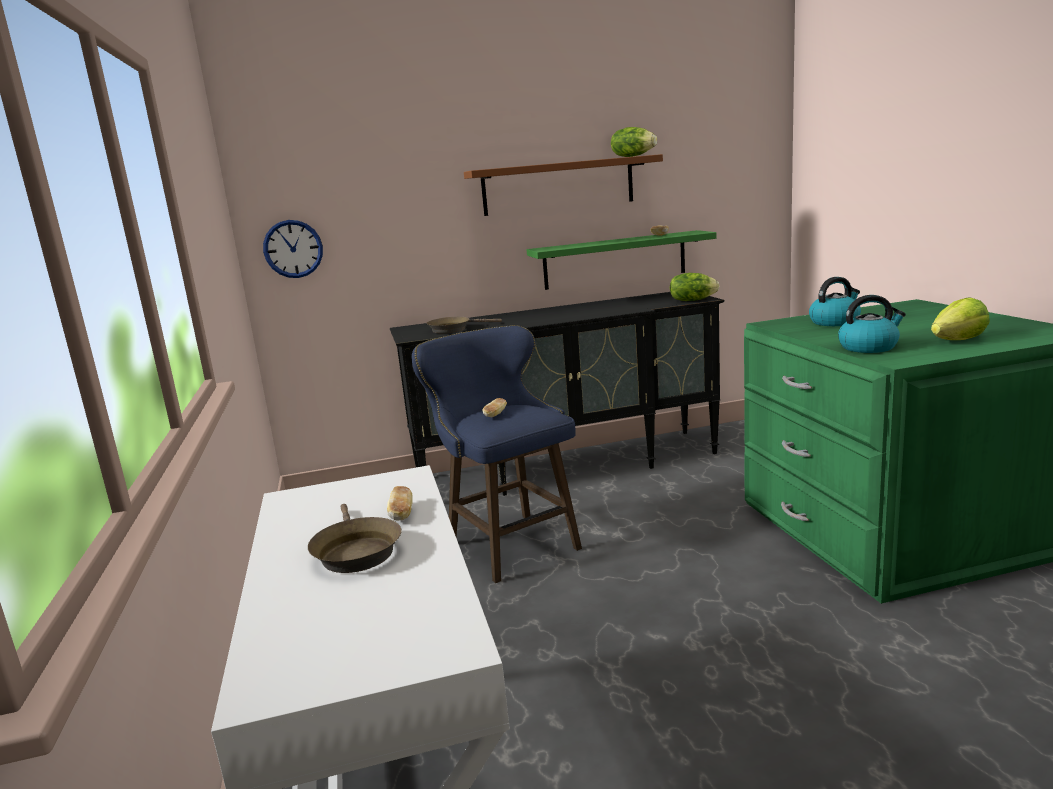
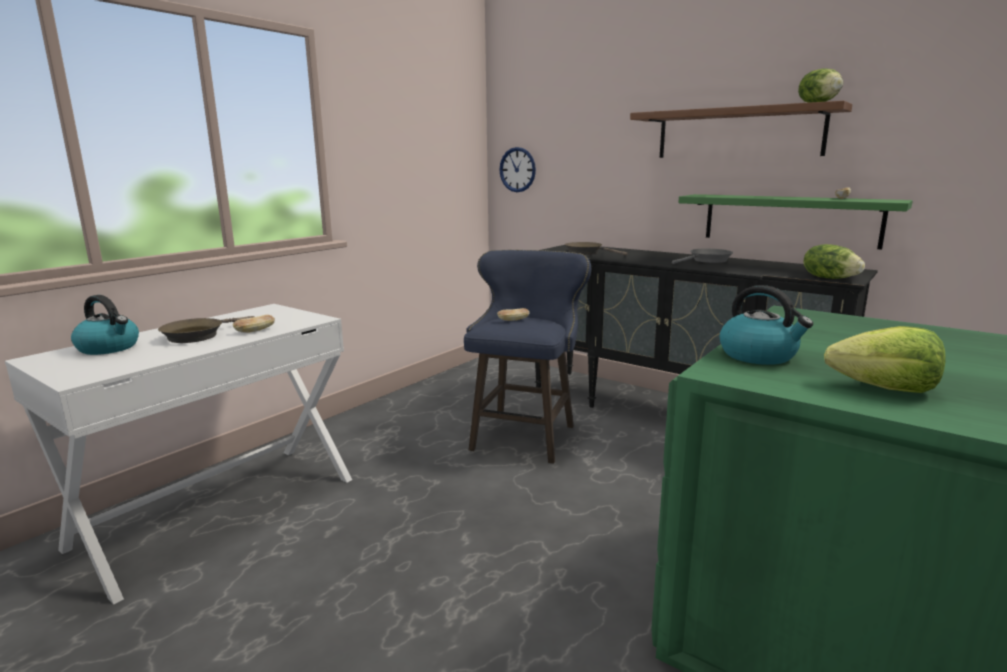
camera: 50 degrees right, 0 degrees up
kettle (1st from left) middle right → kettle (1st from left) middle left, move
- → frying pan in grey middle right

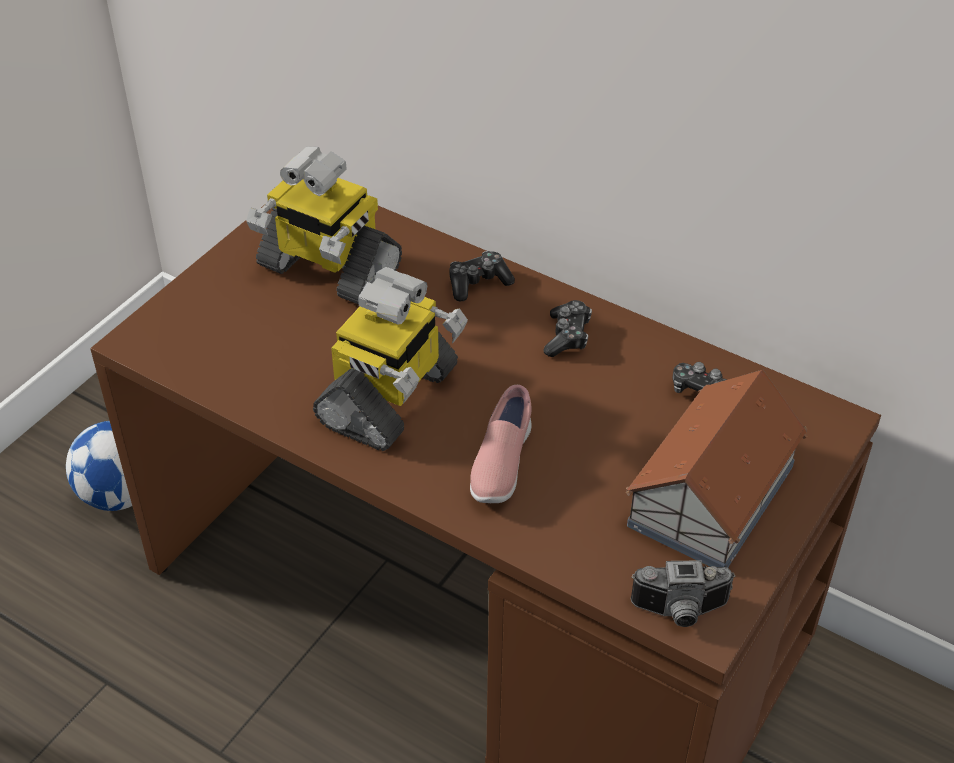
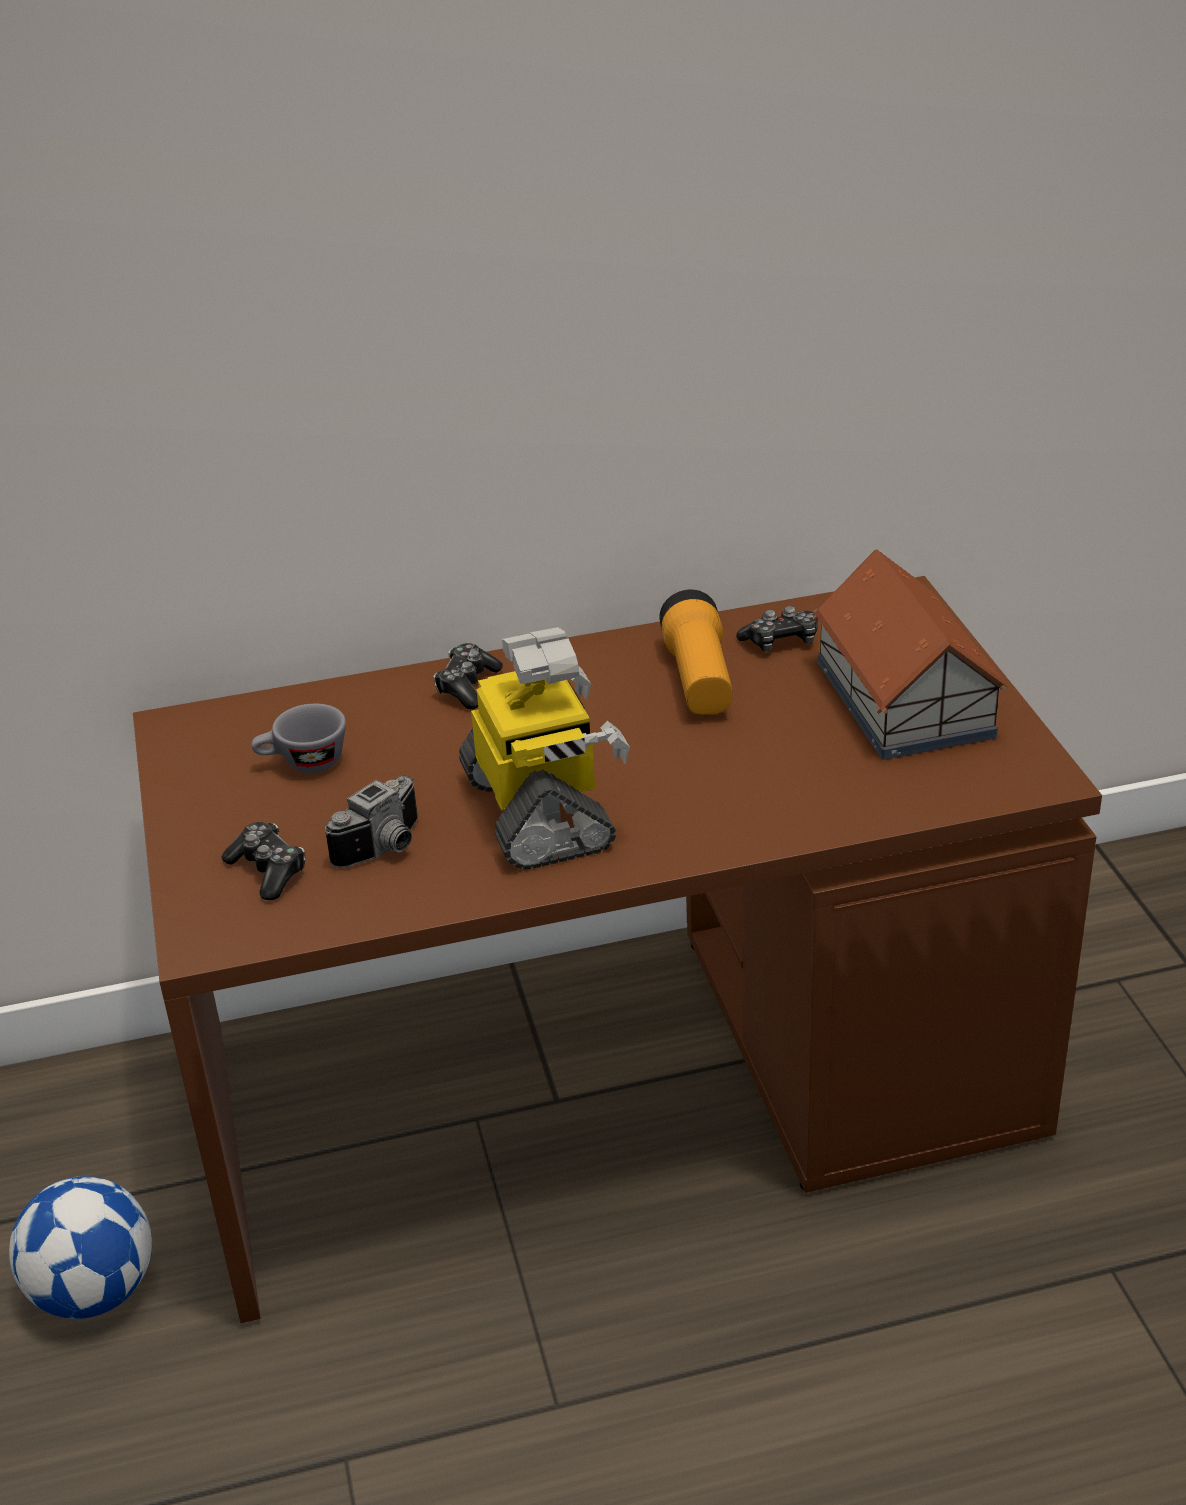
camera: 45 degrees left, 10 degrees down
game controller (2nd from left in the first image) centre → game controller (1st from left) middle left, move
toy robot (1st from left) top centre → cup in grey middle left
photo camera bottom right → photo camera middle left, move
- → flashlight centre
shoe in pink centre → -

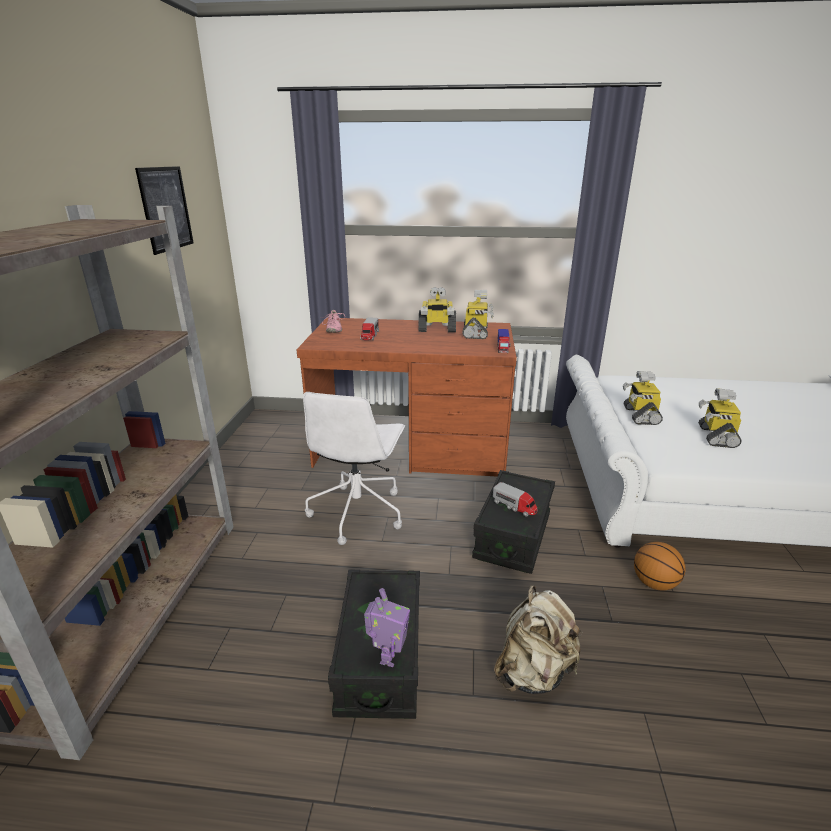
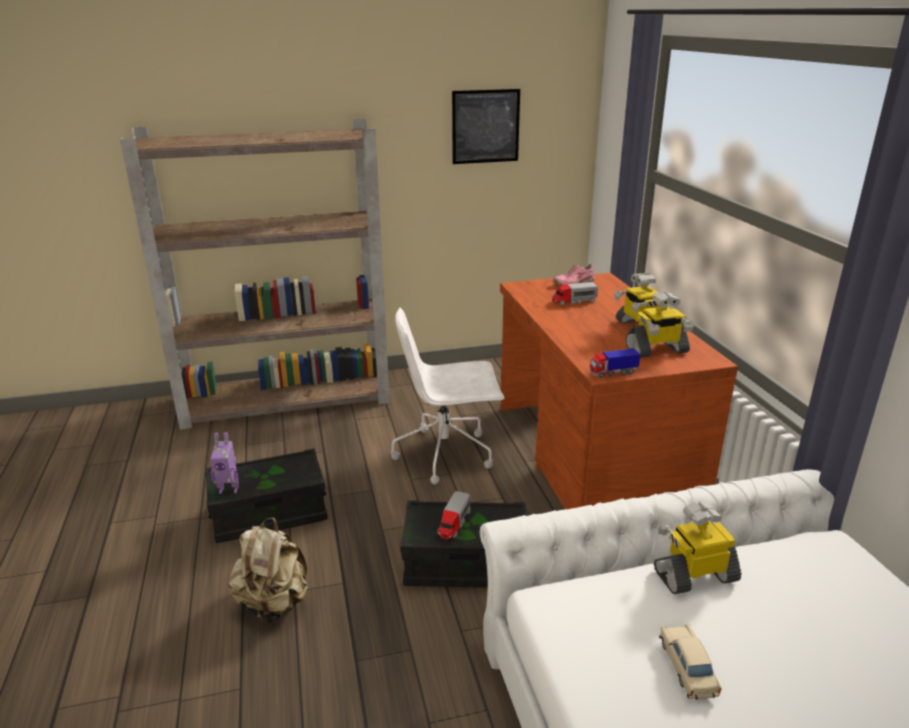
camera: 70 degrees right, 0 degrees up
toy robot (5th from left) middle right → toy car in beige bottom right
basketball bottom right → -

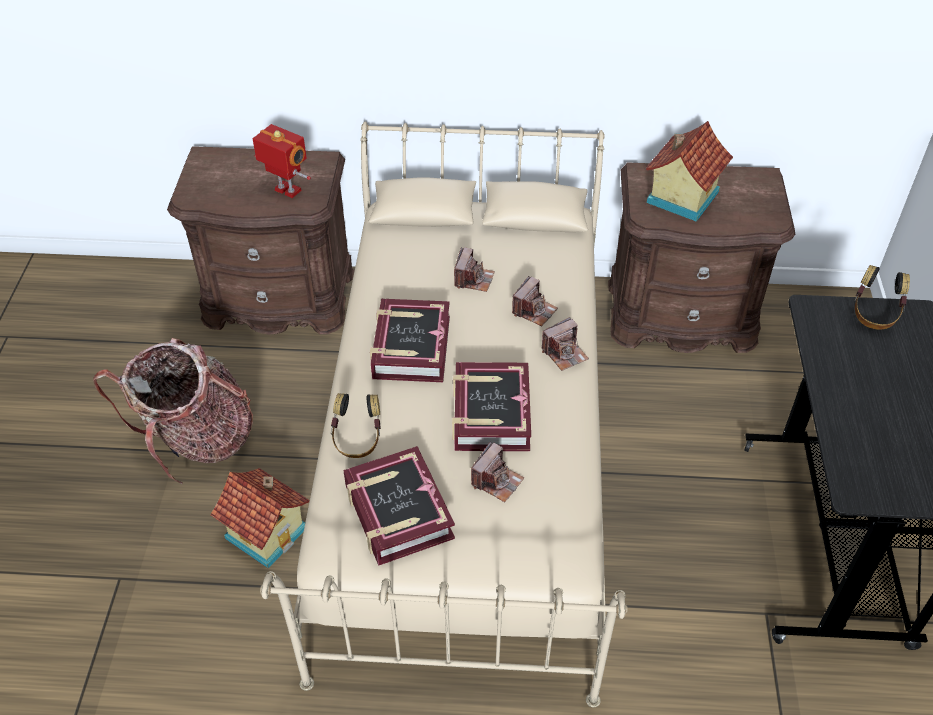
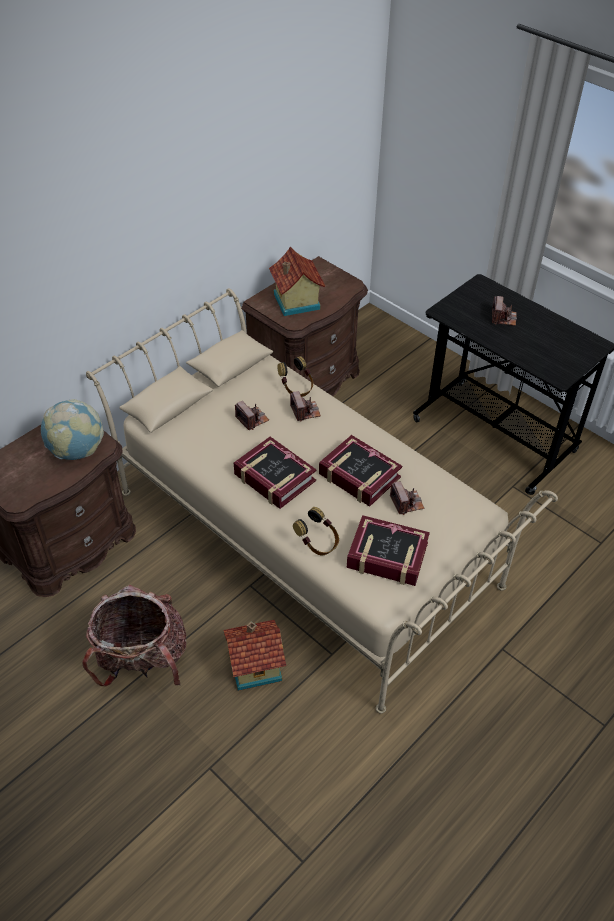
camera: 50 degrees left, 0 degrees up
toy robot top left → globe middle left
headphones (2nd from left in the first image) middle right → headphones (1st from left) centre, move
photo camera (4th from left) centre → photo camera (4th from left) middle right, move

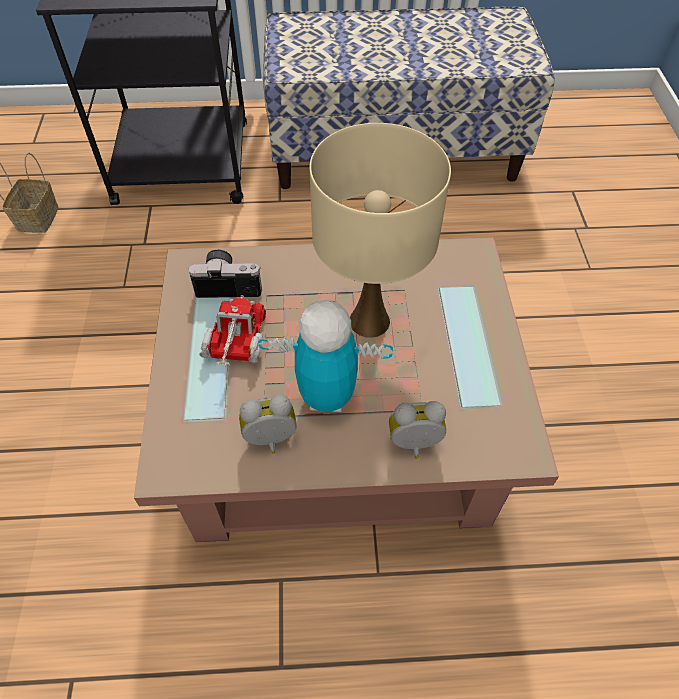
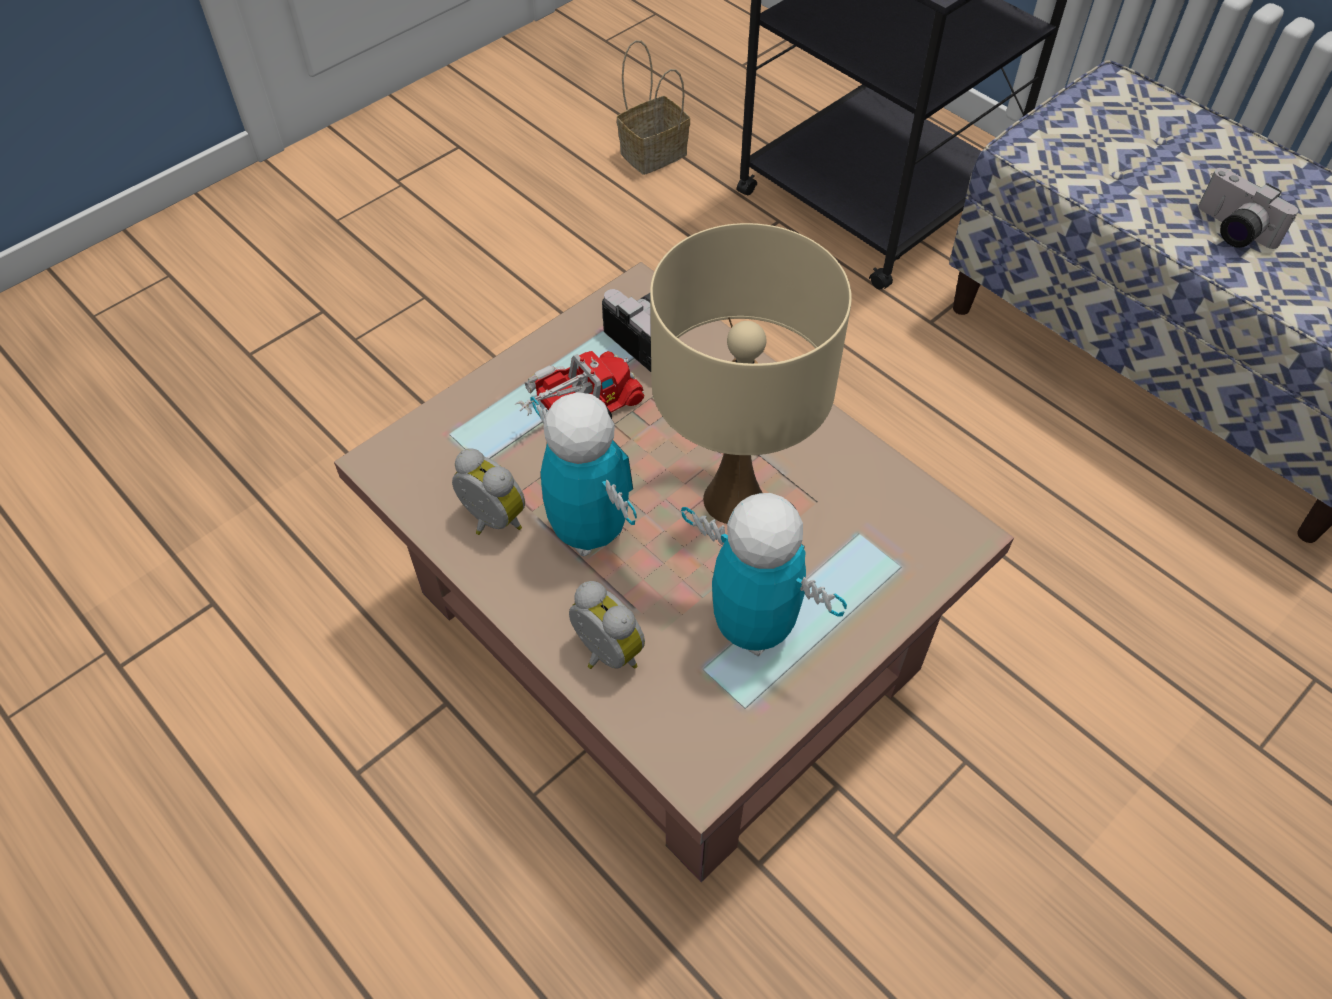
camera: 50 degrees right, 0 degrees up
- → toy robot (2nd from left) centre
- → photo camera (2nd from left) top right

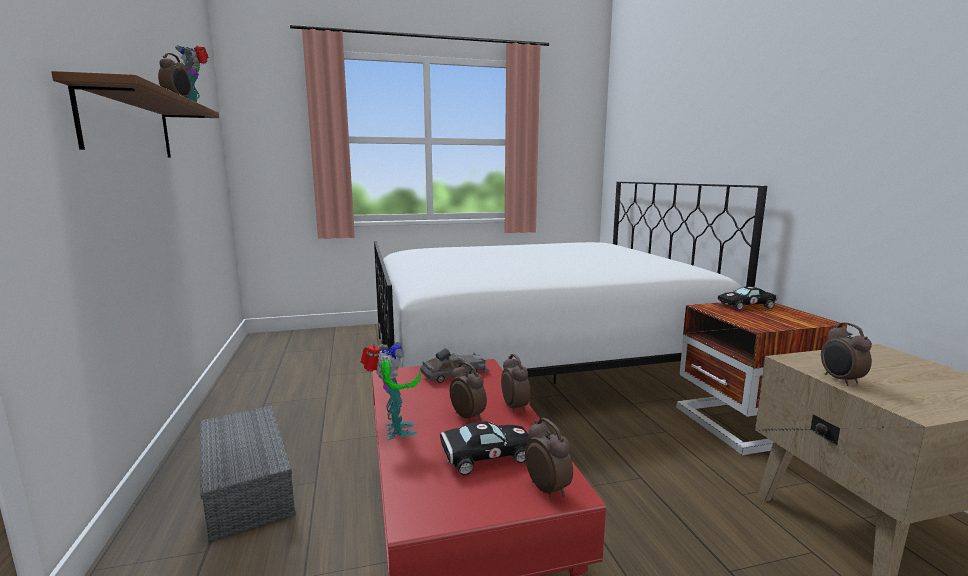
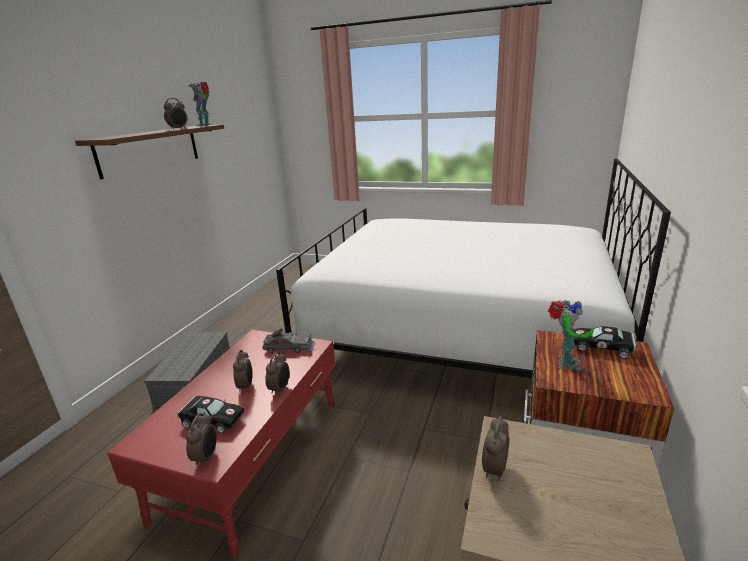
camera: 35 degrees right, 10 degrees up
toy robot (2nd from left) bottom centre → toy robot (2nd from left) middle right, move

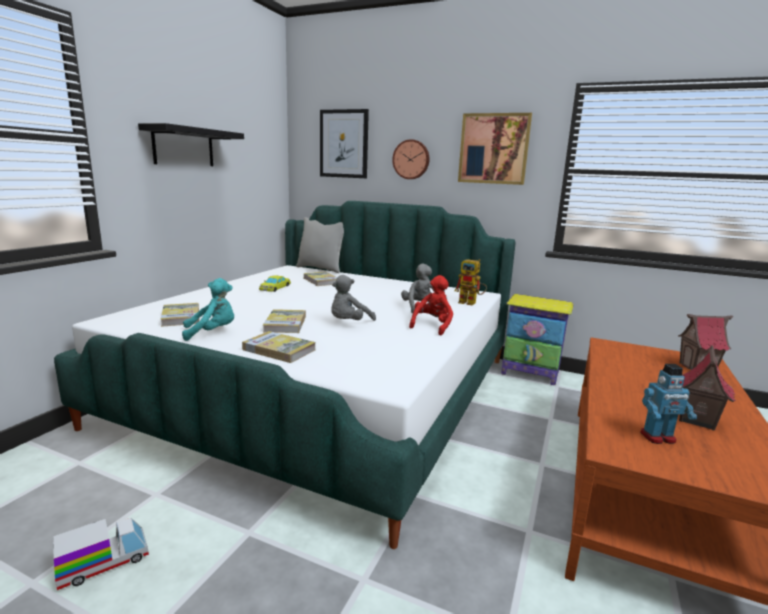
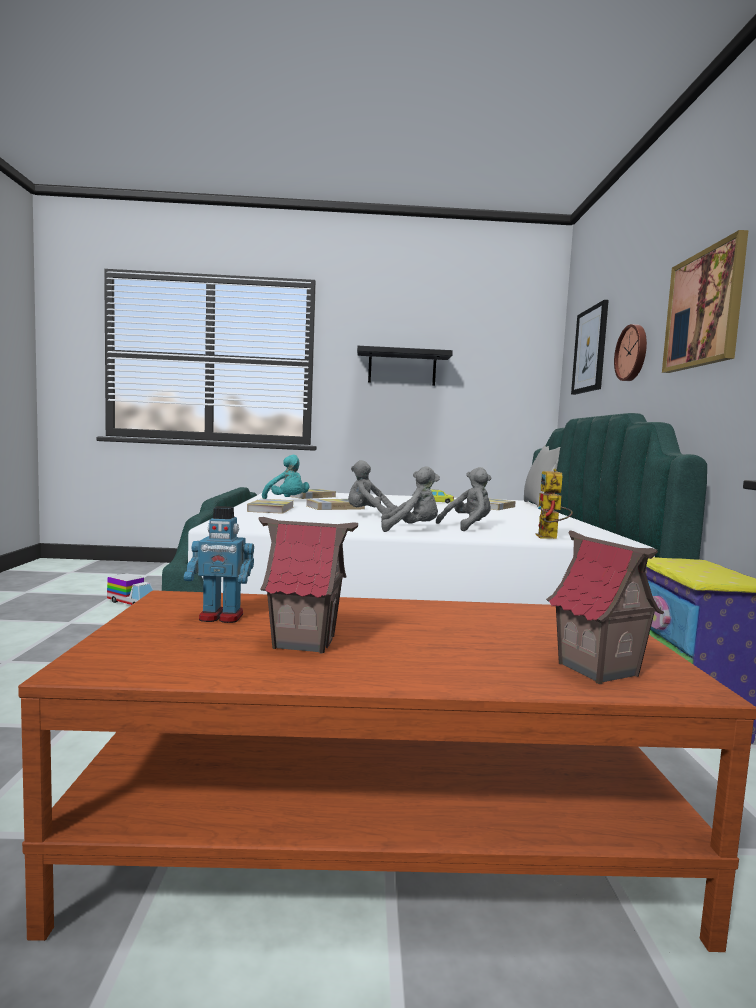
camera: 65 degrees right, 10 degrees down
toy robot (2nd from left in the first image) middle right → toy robot (1st from left) middle left, 60 degrees counterclockwise
plush toy in red centre → plush toy in grey (2nd from left) centre

